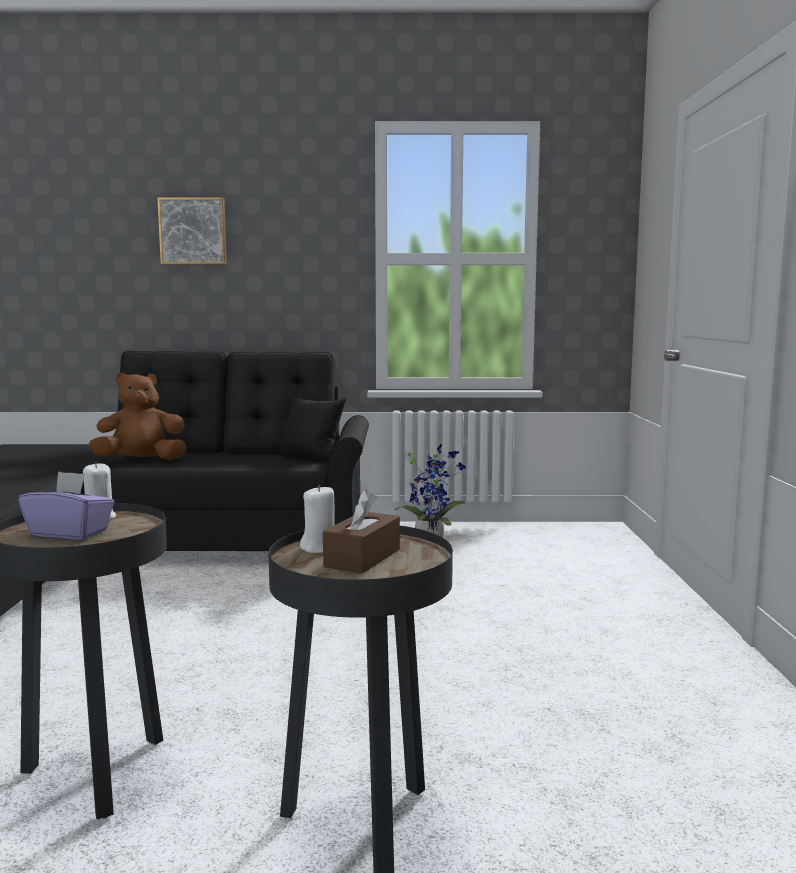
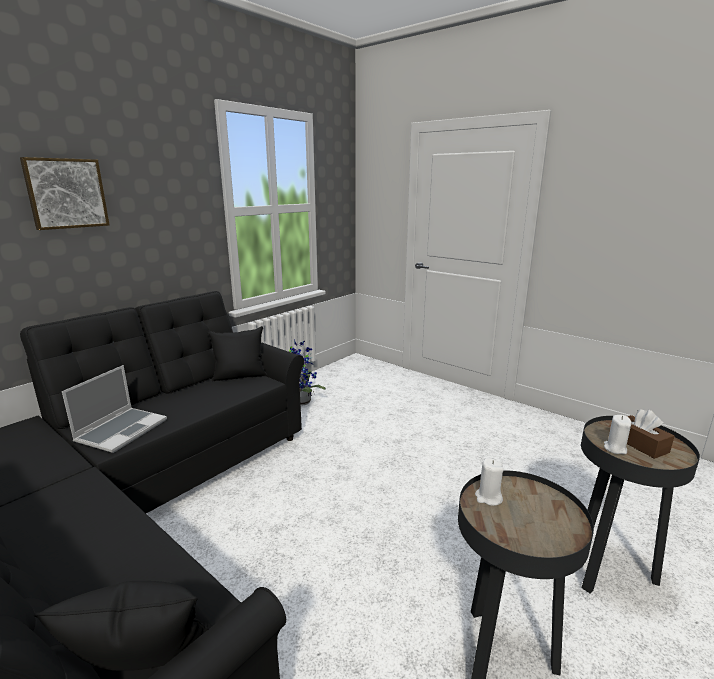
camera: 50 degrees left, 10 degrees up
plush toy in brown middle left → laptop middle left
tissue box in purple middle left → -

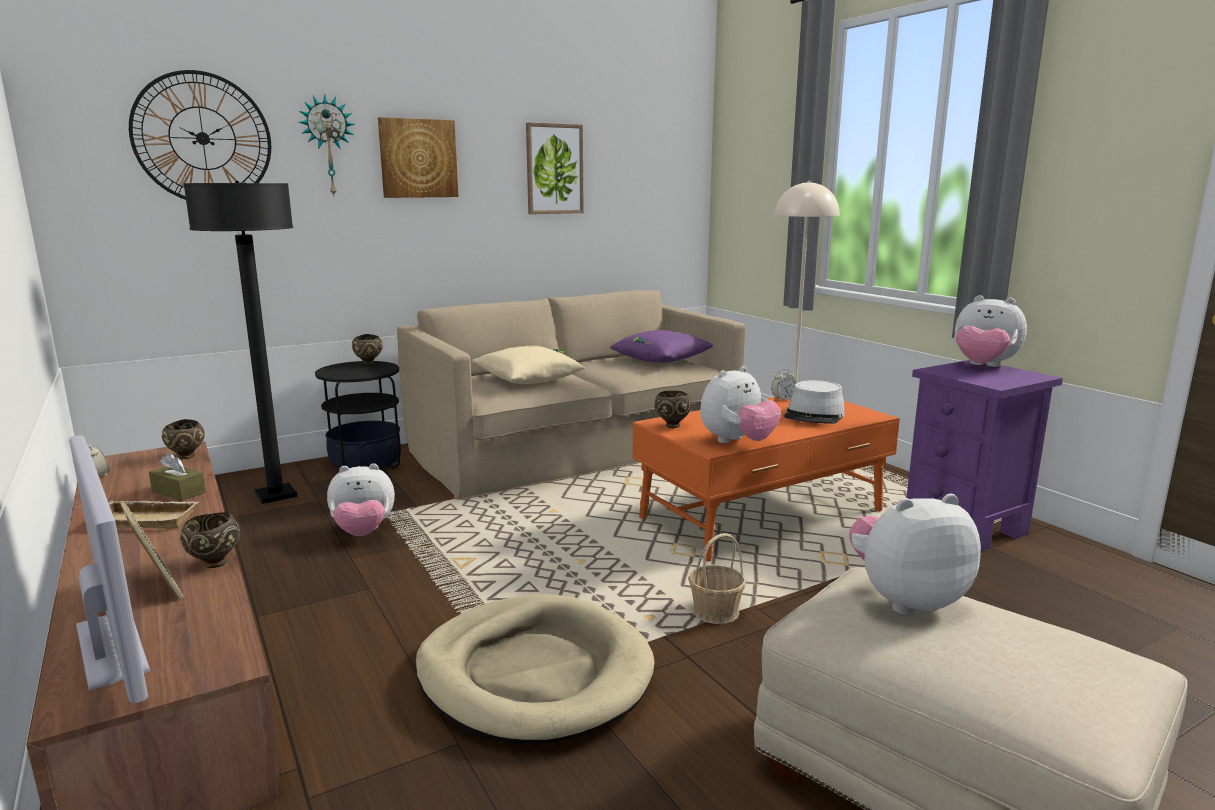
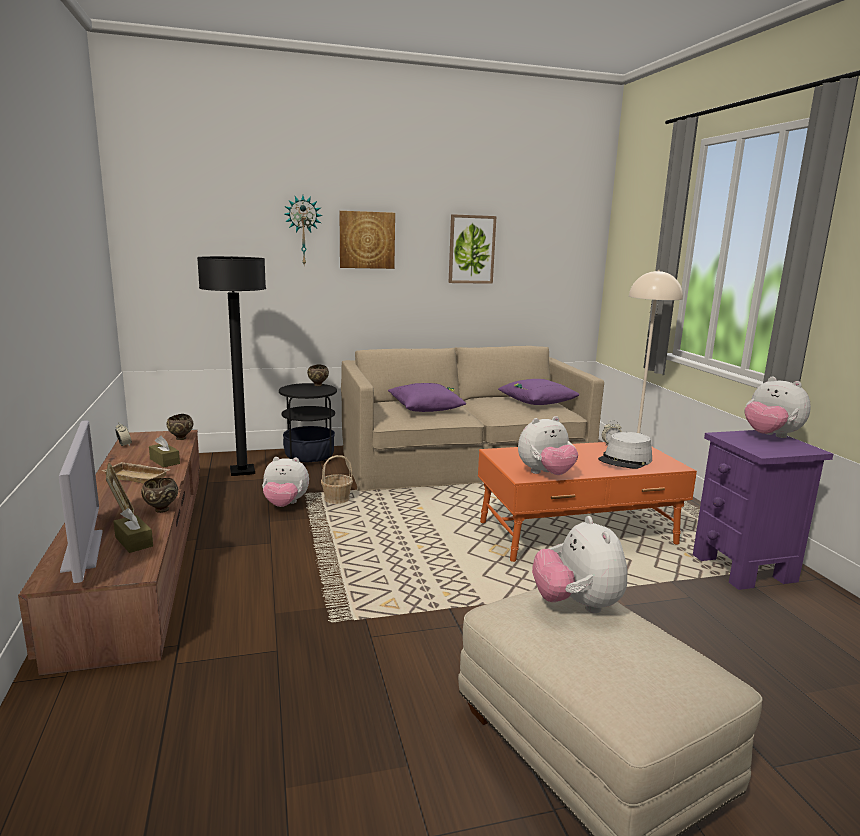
camera: 15 degrees right, 0 degrees up
- → tissue box in brown (1st from left) middle left
basket bottom centre → basket centre, move
pillow in beige centre → pillow in purple (1st from left) centre
plush toy (3rd from left) bottom right, 105 degrees counterclockwise
wall clock (1st from left) top left → -
dog bed in beige bottom centre → -
bowl in brown (4th from left) centre → -

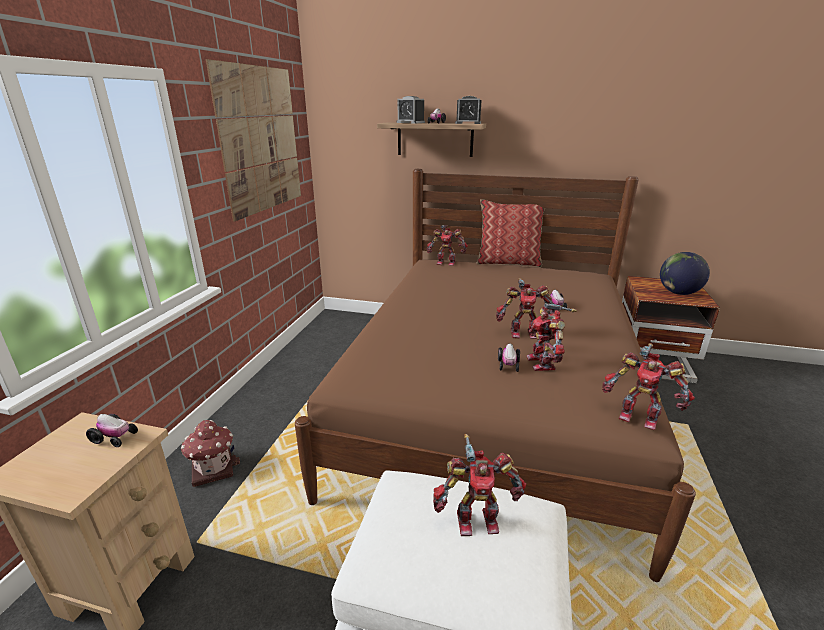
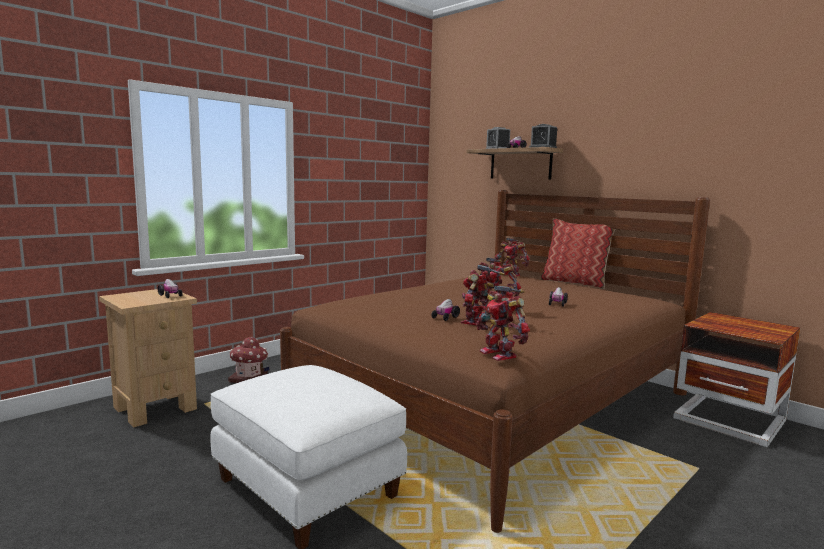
camera: 30 degrees right, 15 degrees down
picture top left → -
toy robot (2nd from left) bottom centre → -
globe middle right → -

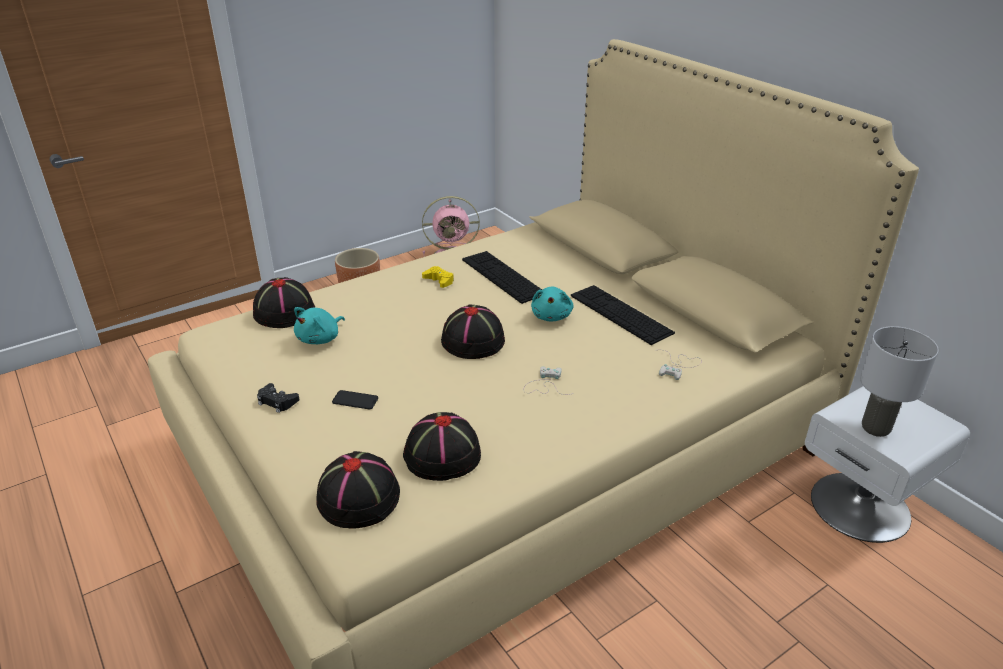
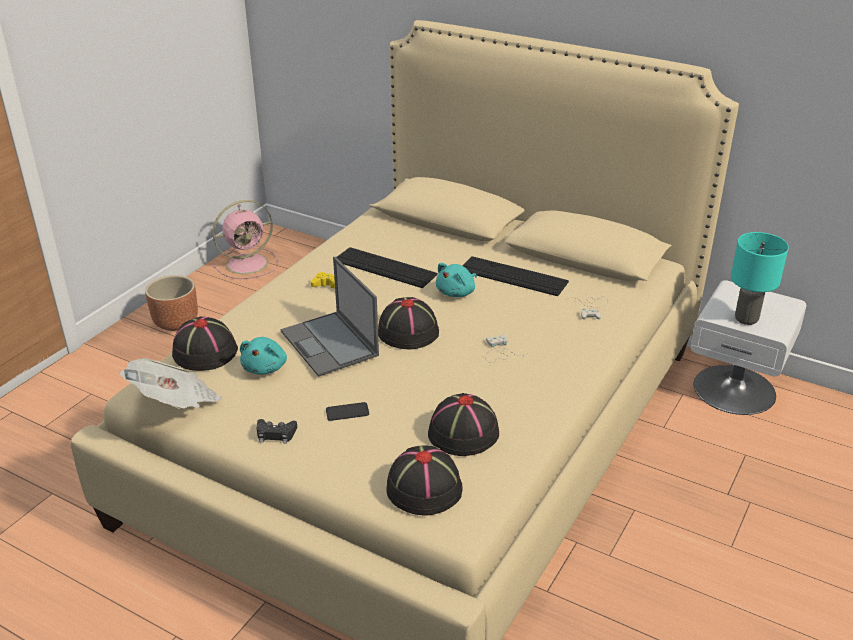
camera: 25 degrees left, 0 degrees up
- → newspaper middle left
- → laptop centre
plush toy in turquoise (2nd from left) centre, 60 degrees clockwise
table lamp in white middle right → table lamp in turquoise middle right

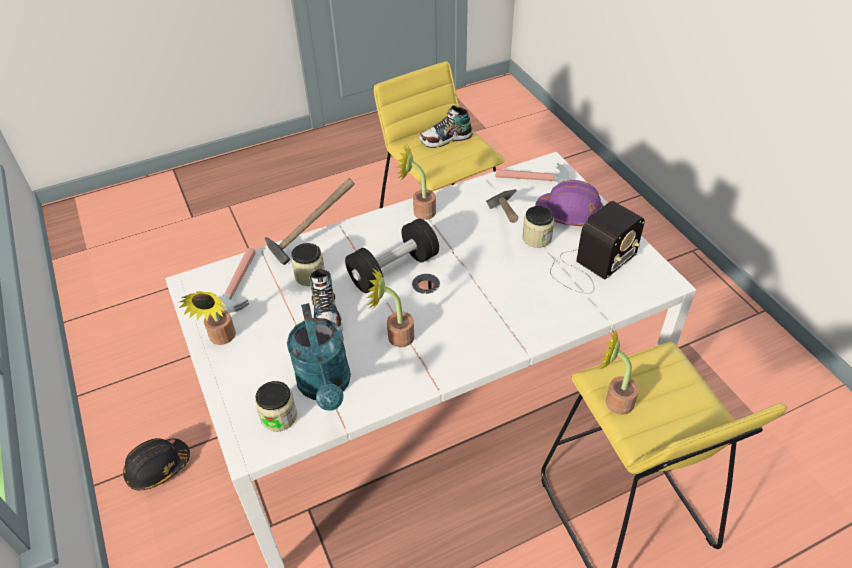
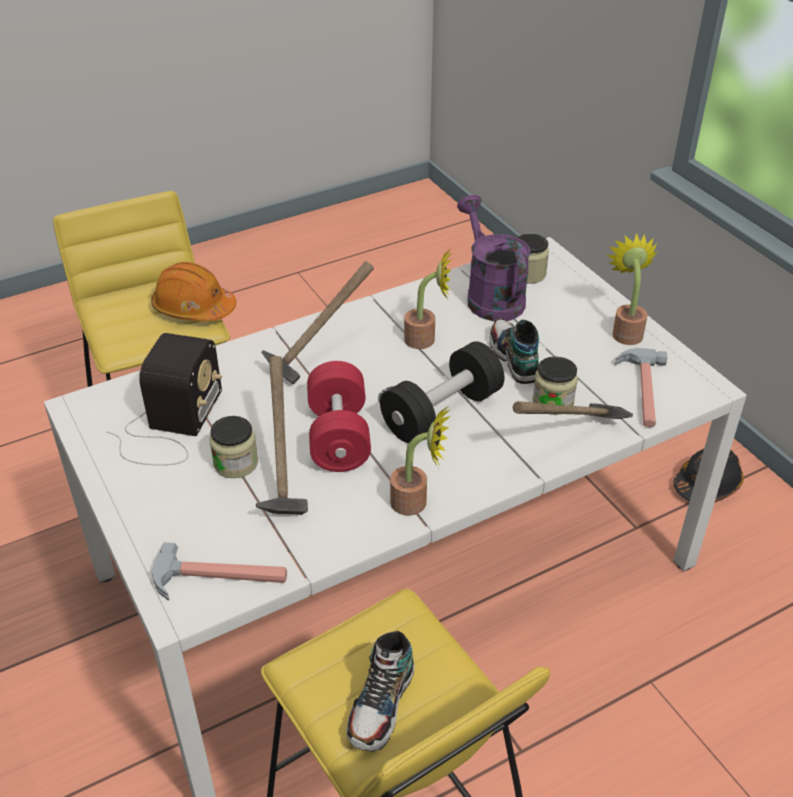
camera: 175 degrees right, 5 degrees down
radio middle right → radio middle left, 150 degrees clockwise
potted plant (4th from left) middle right → hard hat in orange middle left
- → hammer (3rd from left) centre
- → dumbbell in red centre
shoe (2nd from left in the first image) top centre → shoe (1st from left) bottom centre, 135 degrees clockwise
watering can in turquoise centre → watering can in purple top centre
hard hat in purple middle right → -

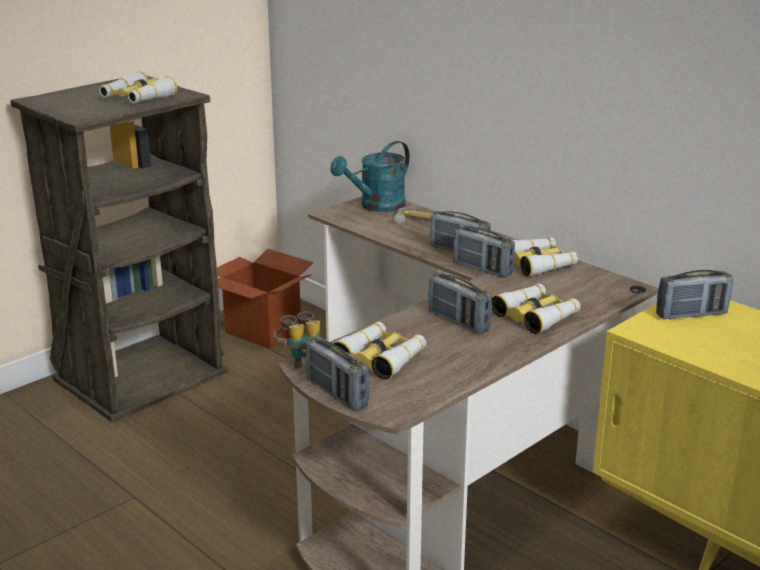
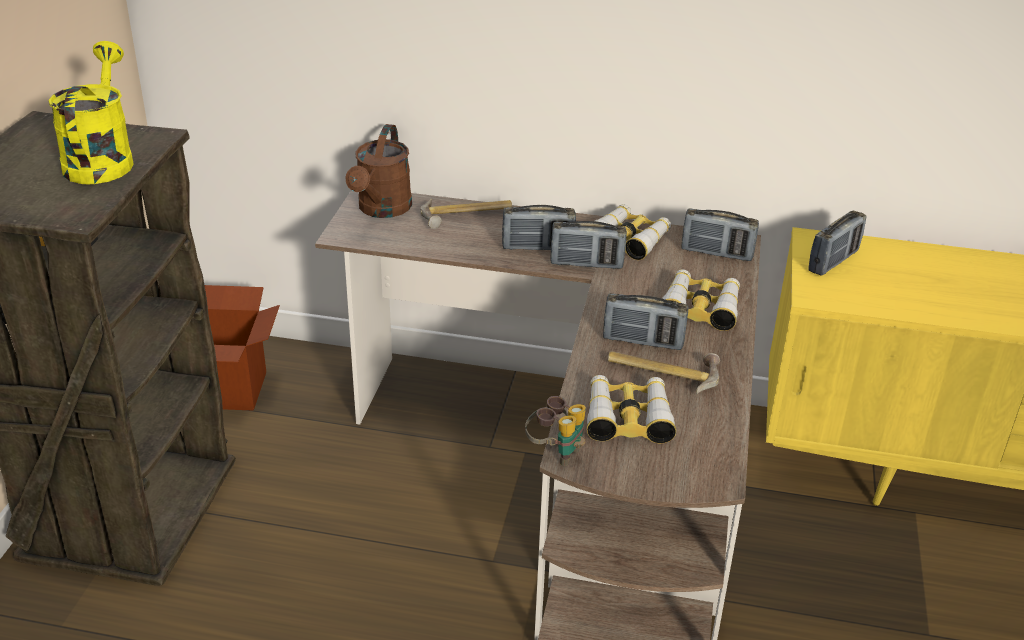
camera: 35 degrees left, 10 degrees up
binoculars (1st from left) top left → watering can in yellow top left
watering can in turquoise top centre → watering can in brown top centre
- → hammer (2nd from left) centre
radio (1st from left in the first image) centre → radio (4th from left) middle right, move

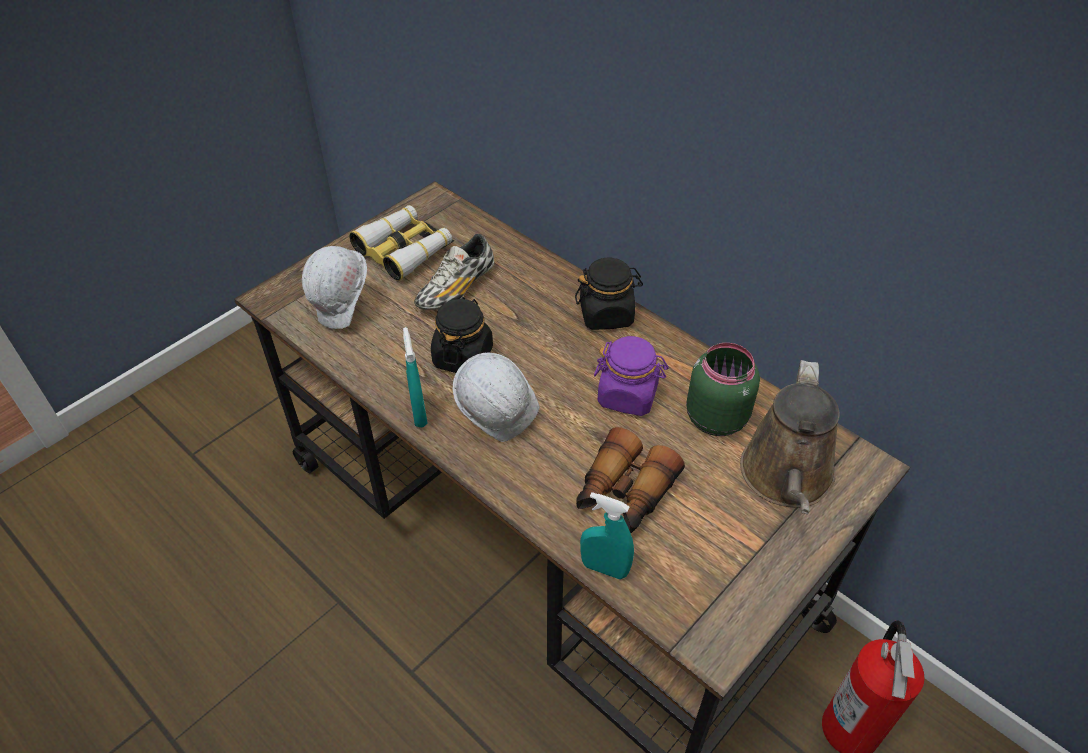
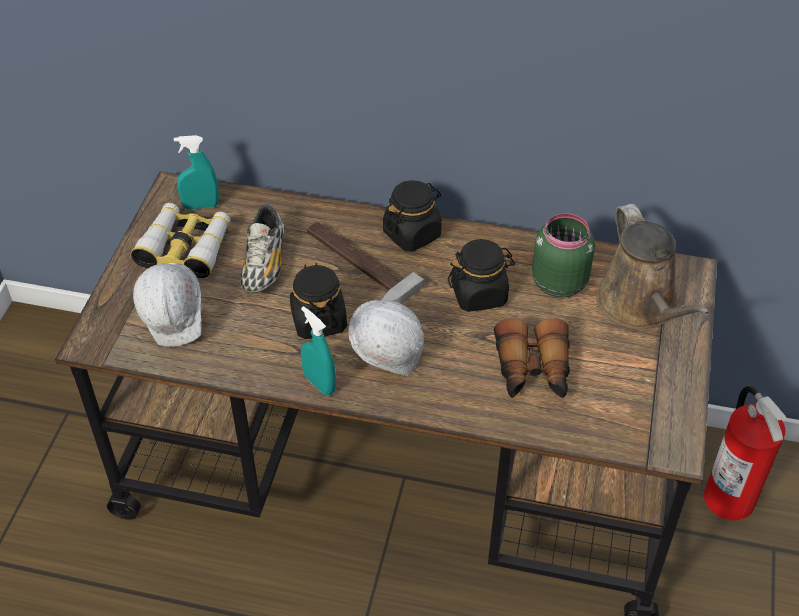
camera: 30 degrees left, 0 degrees up
spray bottle in turquoise (2nd from left in the first image) bottom centre → spray bottle in turquoise (1st from left) top left, move
- → hammer centre
jar in purple centre → jar in black (3rd from left) centre

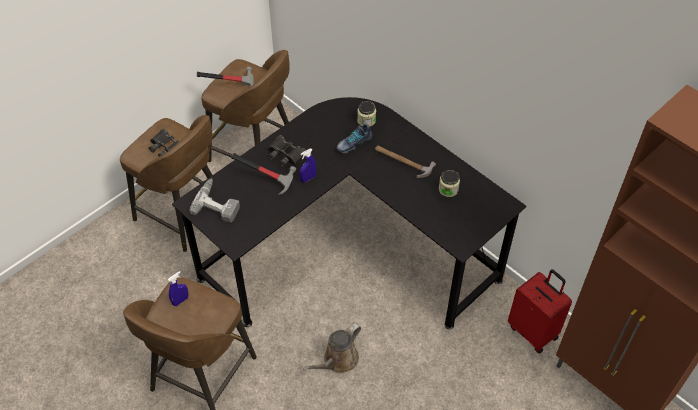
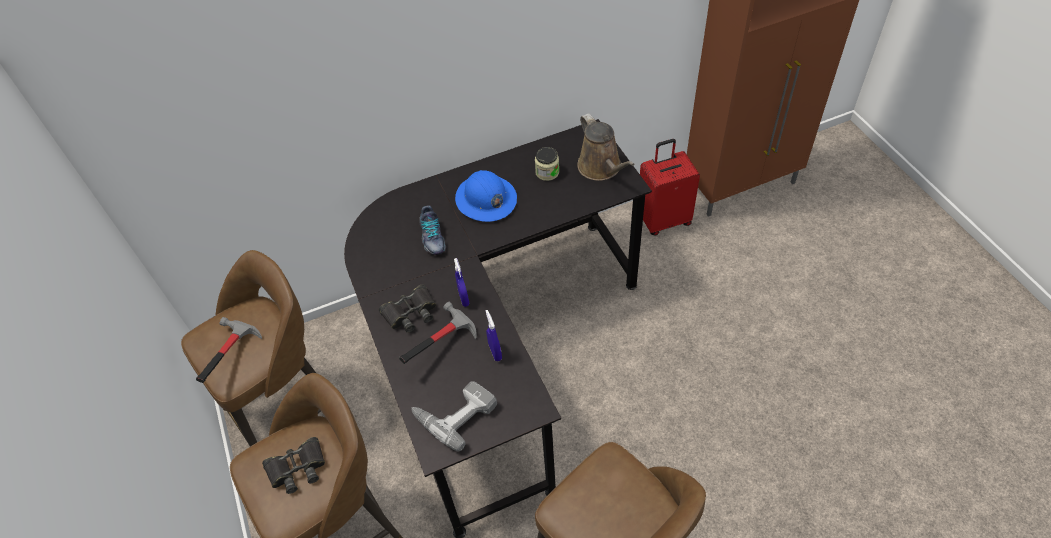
camera: 65 degrees left, 0 degrees up
hammer (3rd from left) centre → hard hat in blue centre
spray bottle in blue (1st from left in the first image) bottom left → spray bottle in blue (2nd from left) centre, move
watering can in brown bottom centre → watering can in brown top centre, move
jar (1st from left) top centre → -

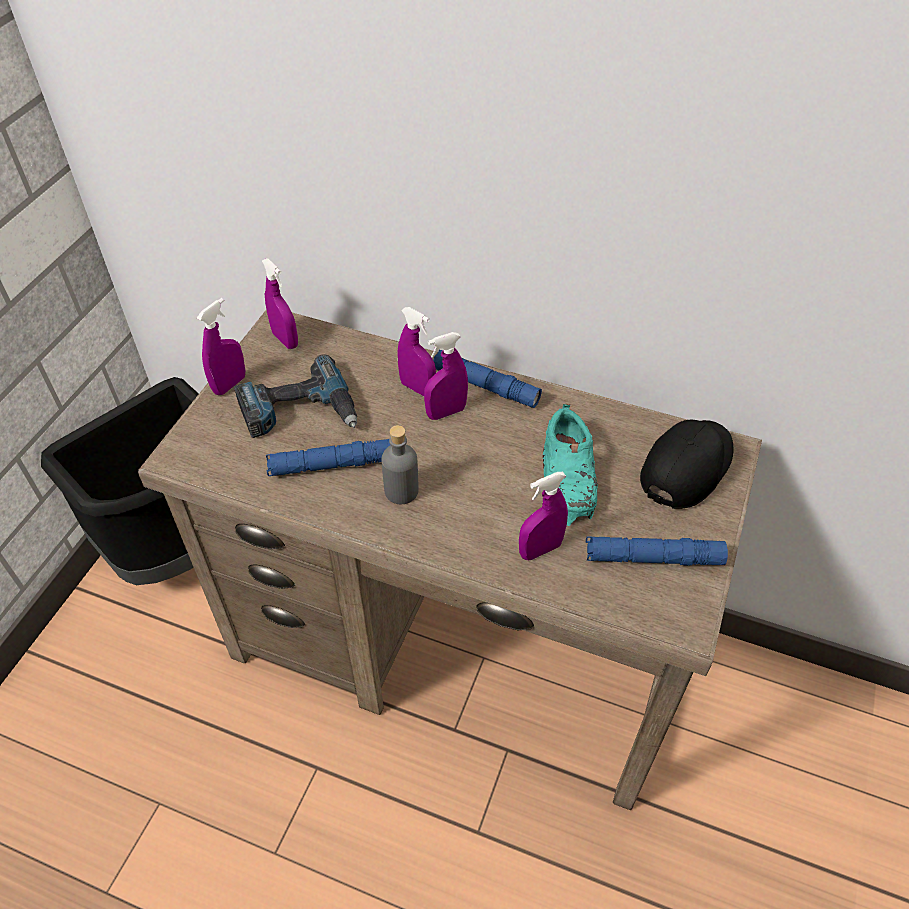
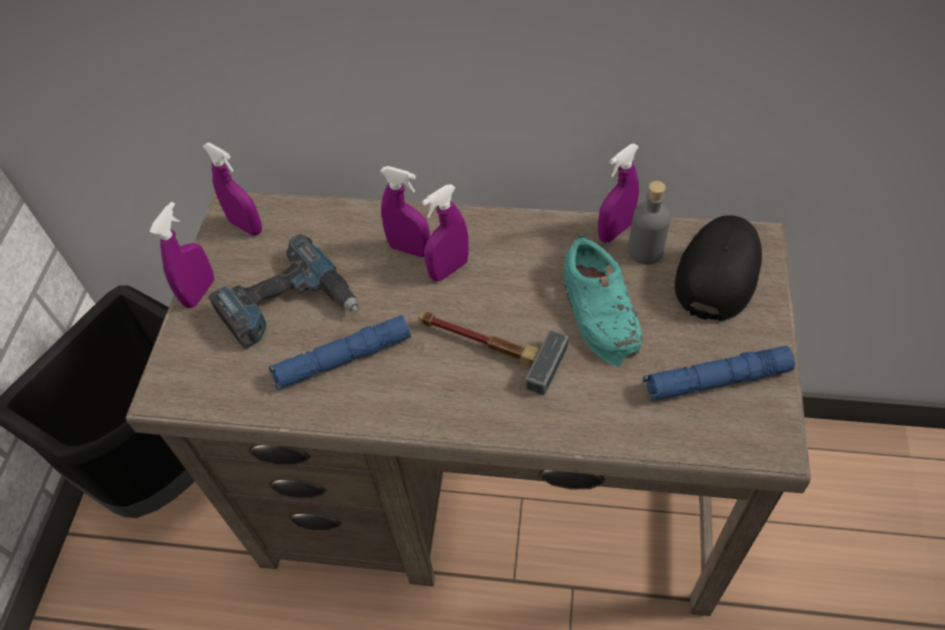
camera: 10 degrees left, 5 degrees up
- → hammer centre
spray bottle in purple (5th from left) centre → spray bottle in purple (5th from left) top centre, move
bottle in grey centre → bottle in grey middle right, move
flashlight in blue (2nd from left) centre → -

